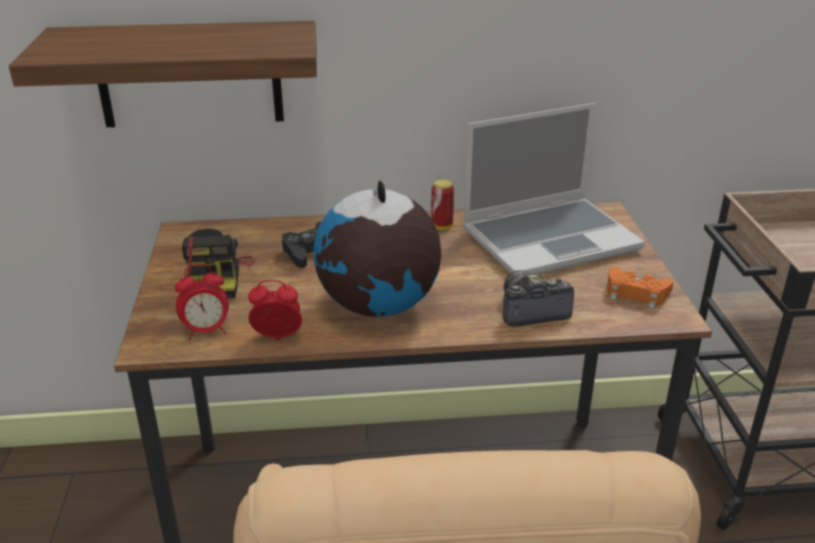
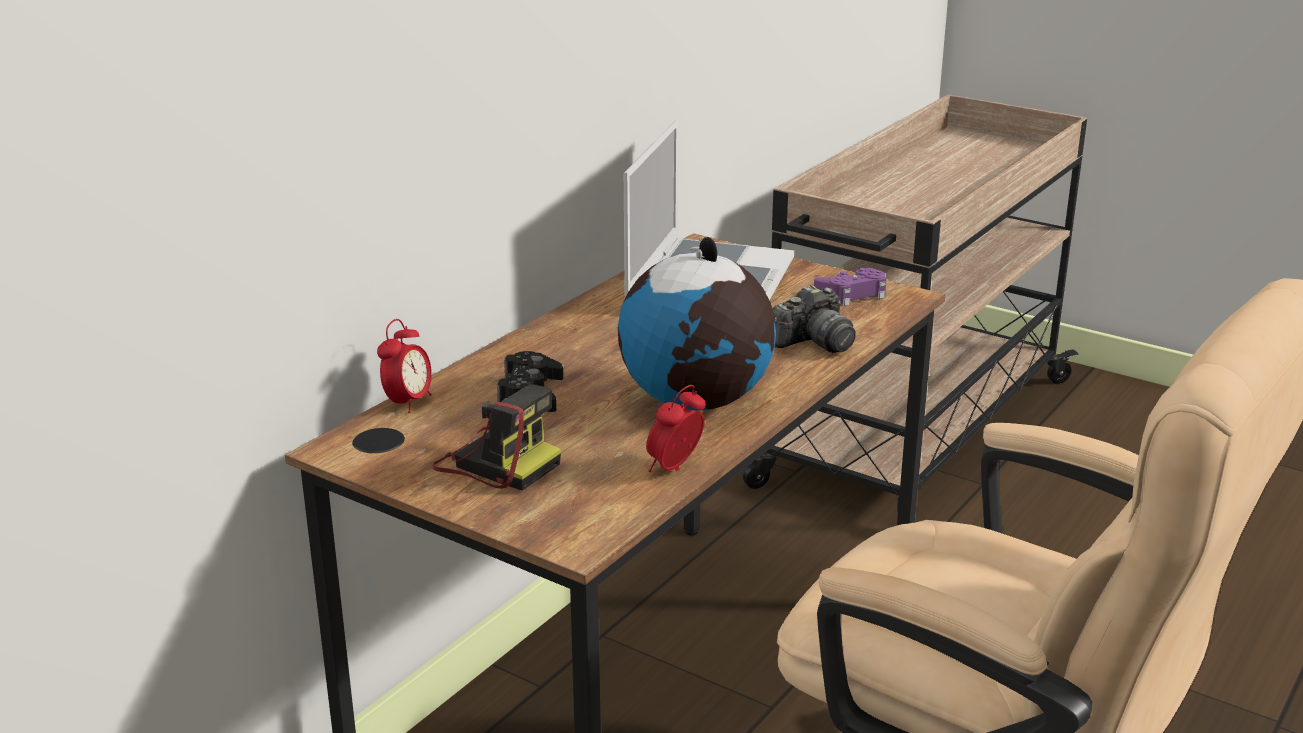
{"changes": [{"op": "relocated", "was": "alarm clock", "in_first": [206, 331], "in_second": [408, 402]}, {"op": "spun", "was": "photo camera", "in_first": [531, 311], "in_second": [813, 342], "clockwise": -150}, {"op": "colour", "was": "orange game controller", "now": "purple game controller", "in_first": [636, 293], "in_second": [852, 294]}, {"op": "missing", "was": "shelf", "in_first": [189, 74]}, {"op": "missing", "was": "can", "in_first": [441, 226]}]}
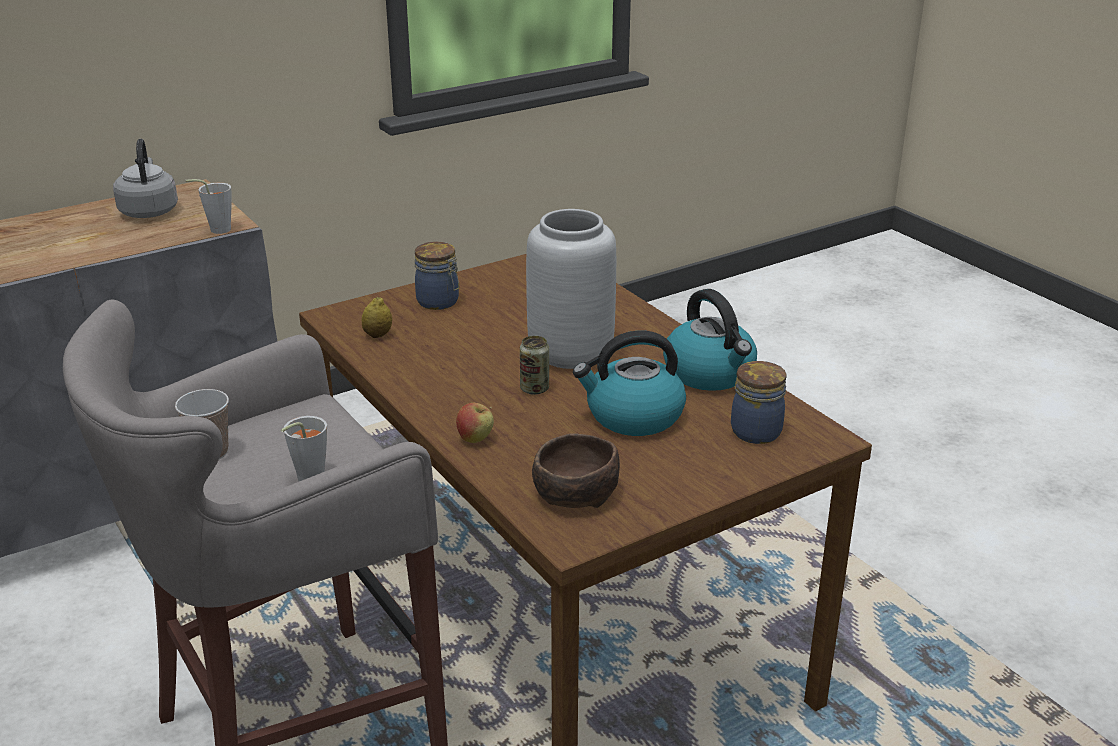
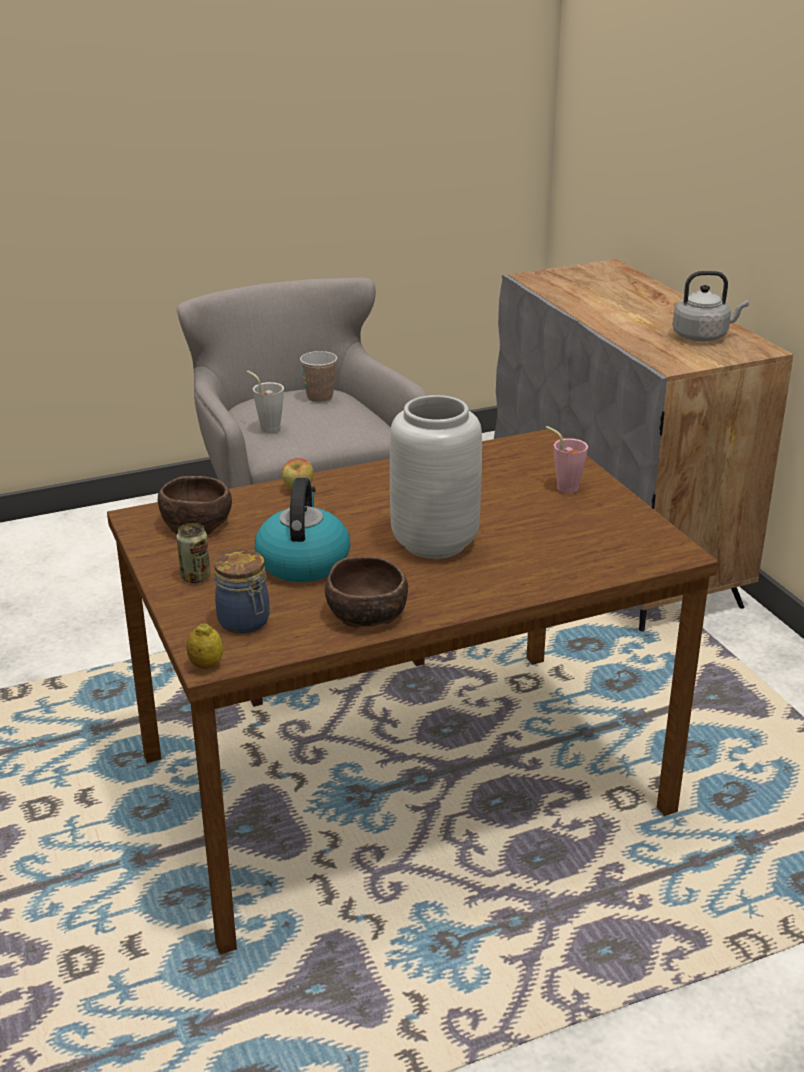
{"changes": [{"op": "relocated", "was": "can", "in_first": [534, 389], "in_second": [195, 577]}, {"op": "relocated", "was": "lemon", "in_first": [378, 335], "in_second": [206, 665]}, {"op": "exchanged", "was": "kettle", "now": "brown bowl", "in_first": [710, 373], "in_second": [368, 614]}, {"op": "exchanged", "was": "jar", "now": "pink cup", "in_first": [439, 302], "in_second": [563, 486]}, {"op": "missing", "was": "grey cup", "in_first": [215, 230]}]}
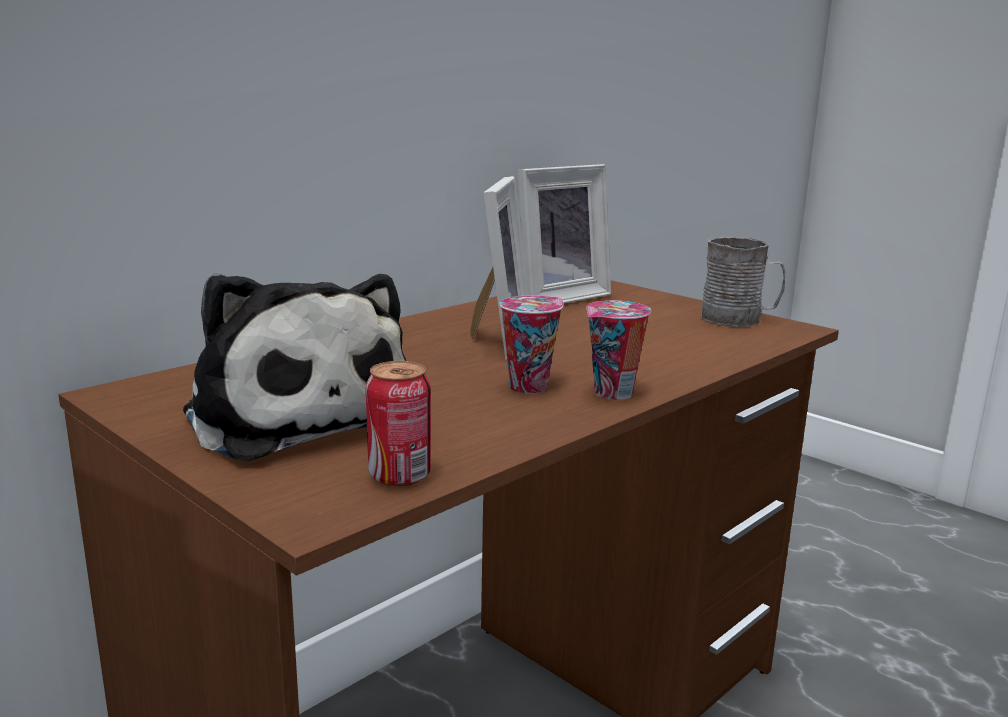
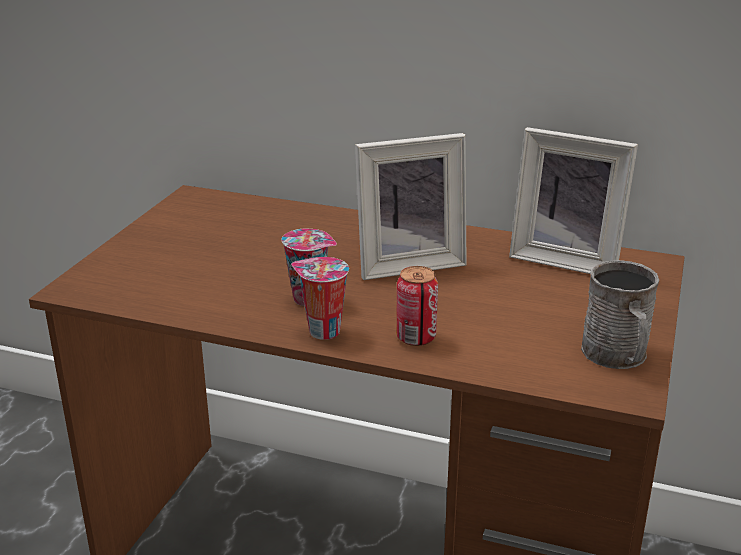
{"changes": [{"op": "relocated", "was": "can", "in_first": [399, 476], "in_second": [416, 338]}, {"op": "missing", "was": "plush toy", "in_first": [293, 415]}]}
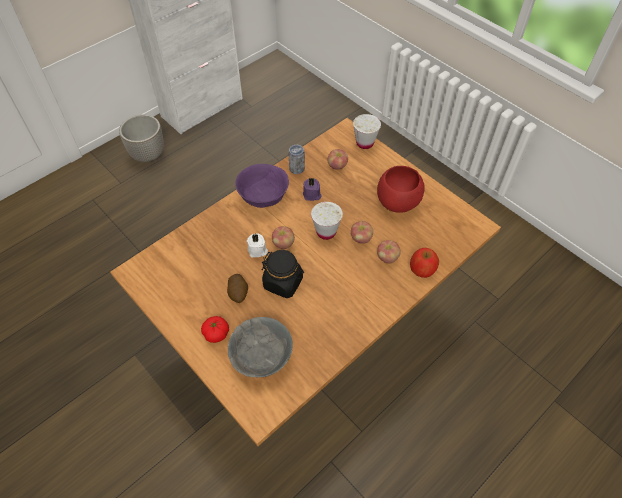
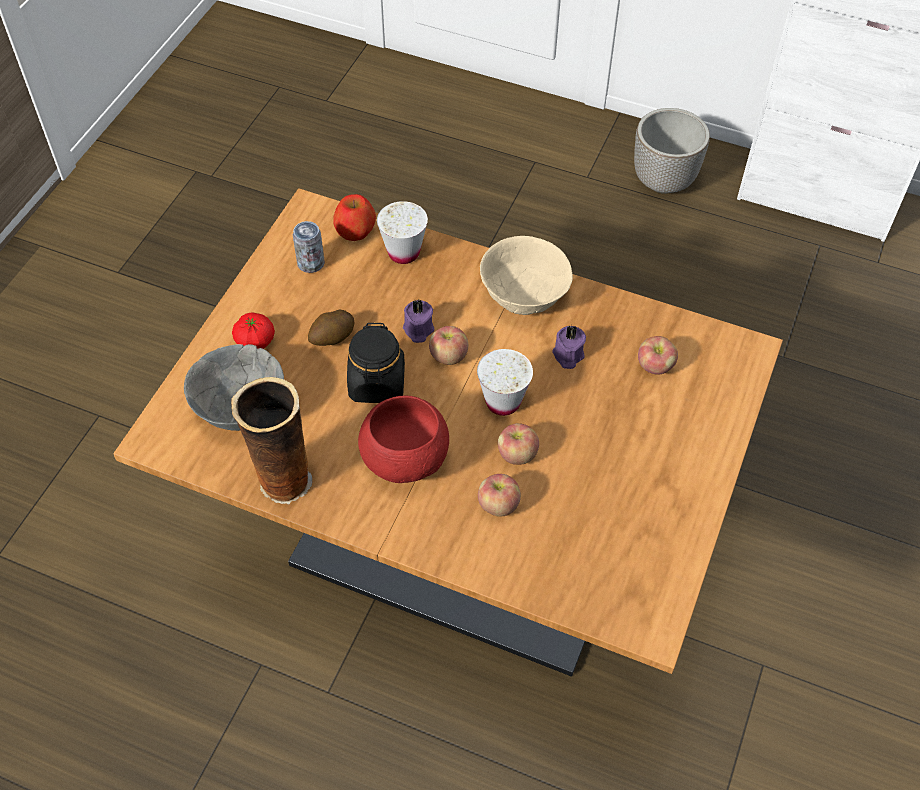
{"changes": [{"op": "appeared", "now": "vase", "in_second": [282, 481]}, {"op": "relocated", "was": "can", "in_first": [297, 169], "in_second": [311, 263]}, {"op": "relocated", "was": "apple", "in_first": [422, 269], "in_second": [355, 230]}, {"op": "relocated", "was": "red bowl", "in_first": [398, 202], "in_second": [405, 461]}, {"op": "relocated", "was": "white cup", "in_first": [364, 143], "in_second": [403, 253]}, {"op": "colour", "was": "white candle", "now": "purple candle", "in_first": [257, 251], "in_second": [418, 330]}, {"op": "colour", "was": "purple bowl", "now": "beige bowl", "in_first": [263, 197], "in_second": [525, 296]}]}
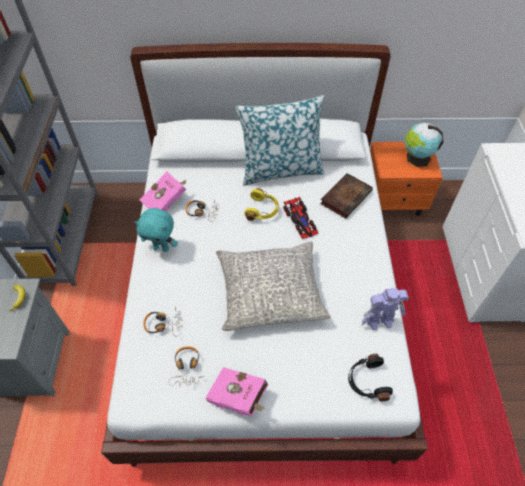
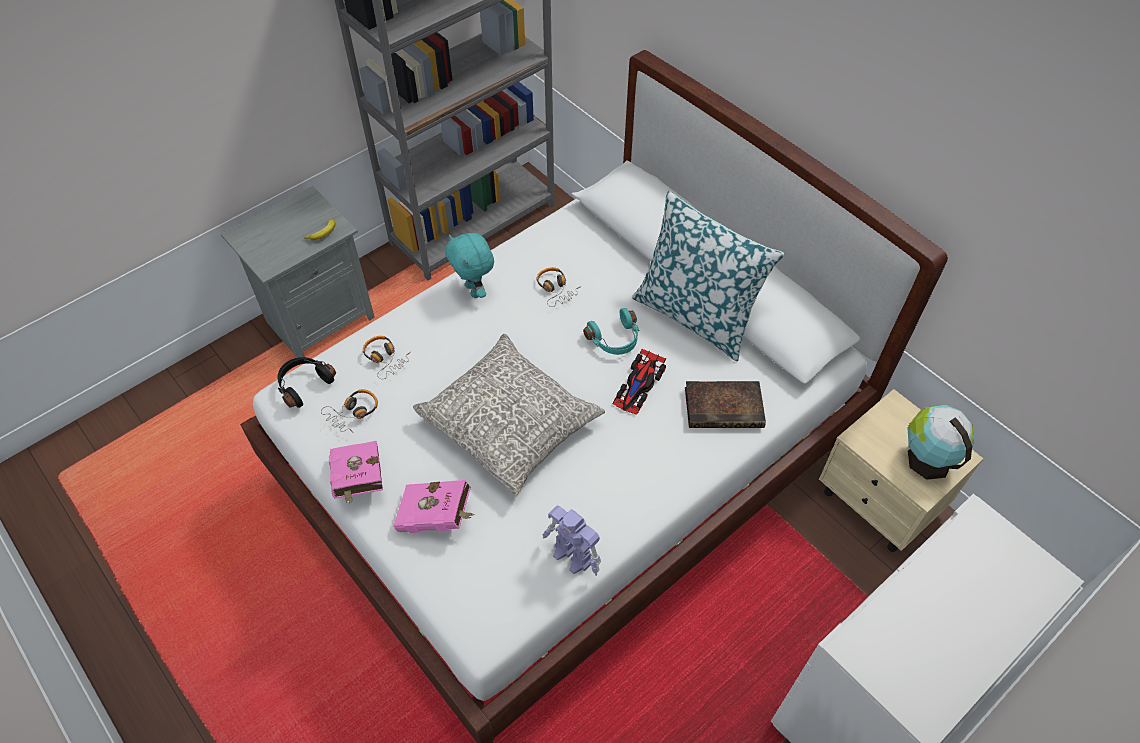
{"changes": [{"op": "relocated", "was": "black headphones", "in_first": [367, 381], "in_second": [304, 384]}, {"op": "relocated", "was": "pink book", "in_first": [166, 201], "in_second": [437, 517]}, {"op": "colour", "was": "yellow headphones", "now": "turquoise headphones", "in_first": [262, 210], "in_second": [615, 340]}, {"op": "colour", "was": "orange nightstand", "now": "beige nightstand", "in_first": [393, 201], "in_second": [879, 503]}]}
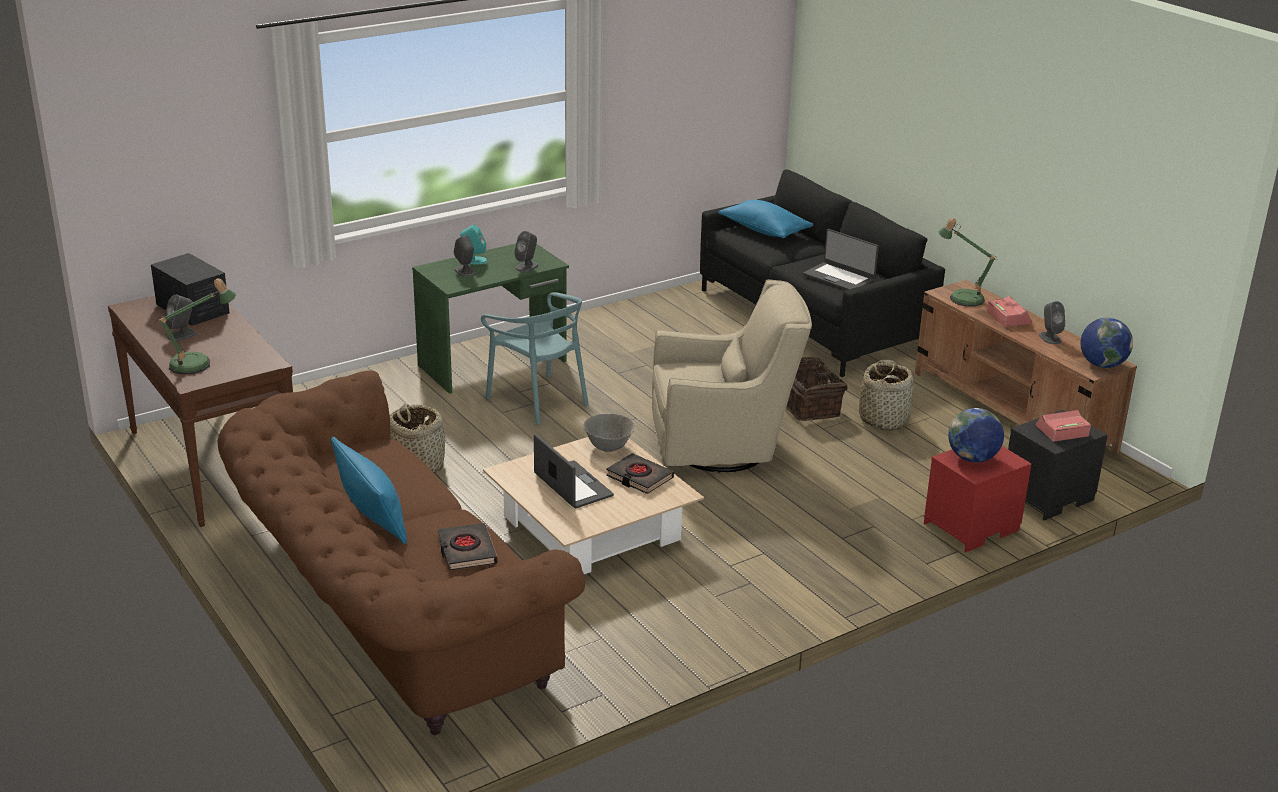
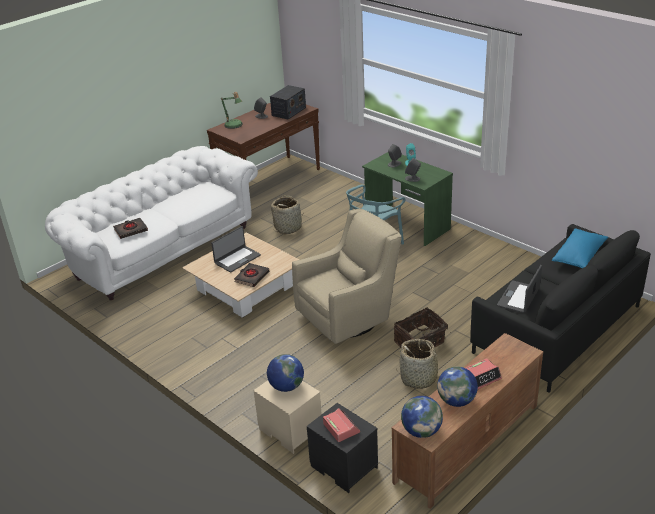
{"changes": [{"op": "colour", "was": "brown sofa", "now": "white sofa", "in_first": [385, 615], "in_second": [160, 249]}, {"op": "colour", "was": "red nightstand", "now": "beige nightstand", "in_first": [971, 528], "in_second": [289, 430]}, {"op": "spun", "was": "beige armchair", "in_first": [724, 447], "in_second": [349, 317], "clockwise": -105}, {"op": "exchanged", "was": "grey speaker", "now": "globe", "in_first": [1050, 338], "in_second": [456, 401]}, {"op": "missing", "was": "blue pillow", "in_first": [372, 515]}, {"op": "missing", "was": "grey bowl", "in_first": [608, 447]}, {"op": "missing", "was": "table lamp", "in_first": [962, 297]}]}
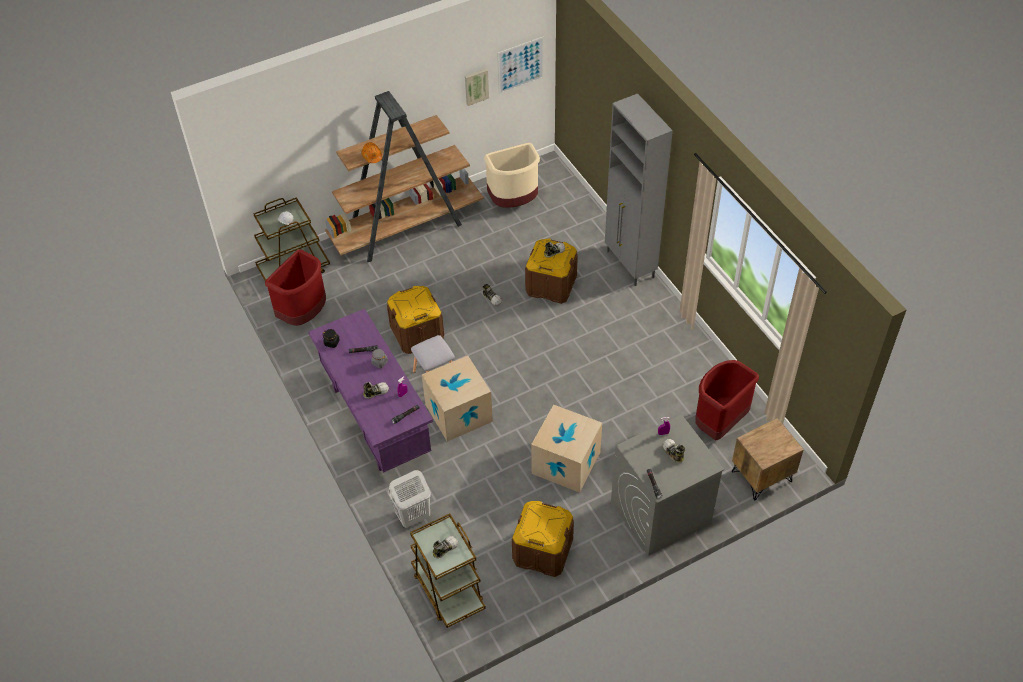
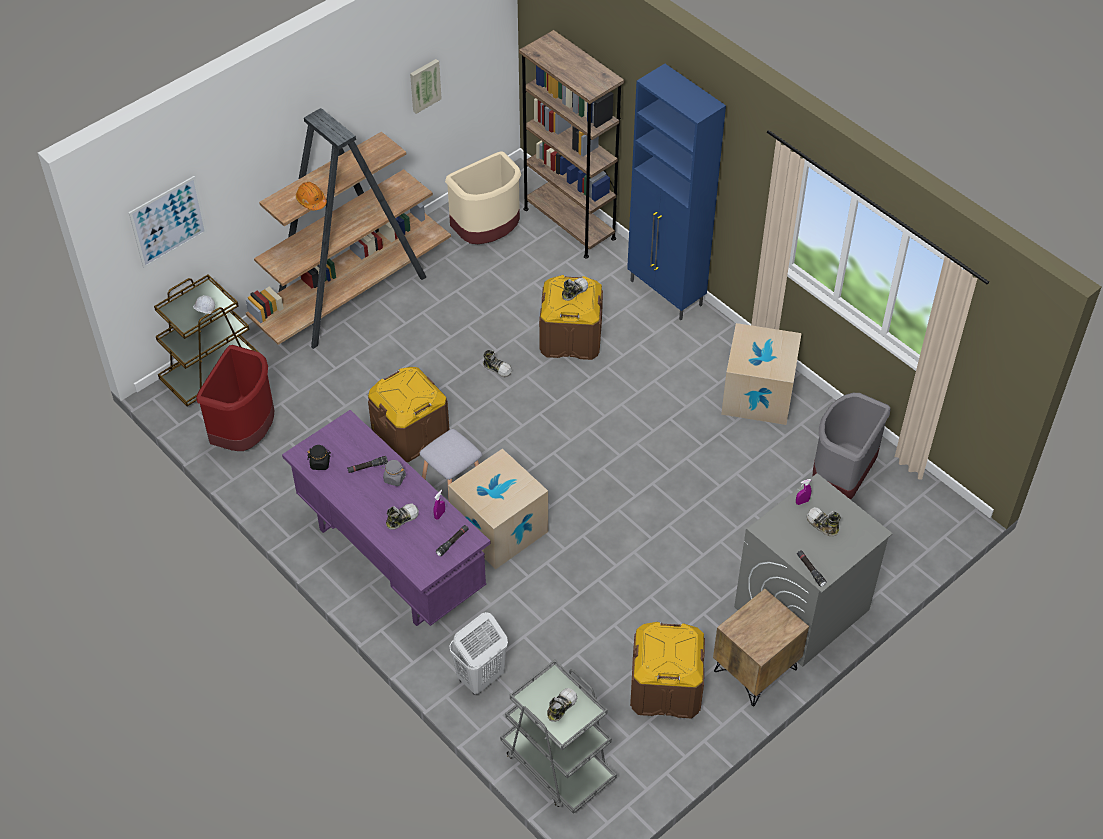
{"changes": [{"op": "relocated", "was": "picture", "in_first": [520, 65], "in_second": [168, 221]}, {"op": "colour", "was": "brown cart", "now": "grey cart", "in_first": [448, 590], "in_second": [557, 764]}, {"op": "appeared", "now": "brown bookcase", "in_second": [569, 223]}, {"op": "colour", "was": "grey cabinet", "now": "blue cabinet", "in_first": [630, 265], "in_second": [666, 294]}, {"op": "relocated", "was": "brown nightstand", "in_first": [761, 477], "in_second": [755, 671]}, {"op": "relocated", "was": "cardboard box", "in_first": [566, 463], "in_second": [758, 395]}, {"op": "colour", "was": "red trash can", "now": "grey trash can", "in_first": [719, 423], "in_second": [841, 479]}]}
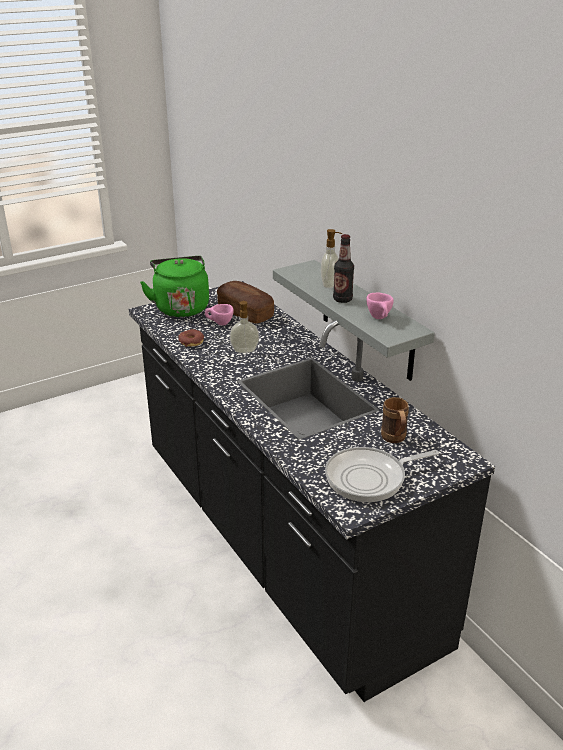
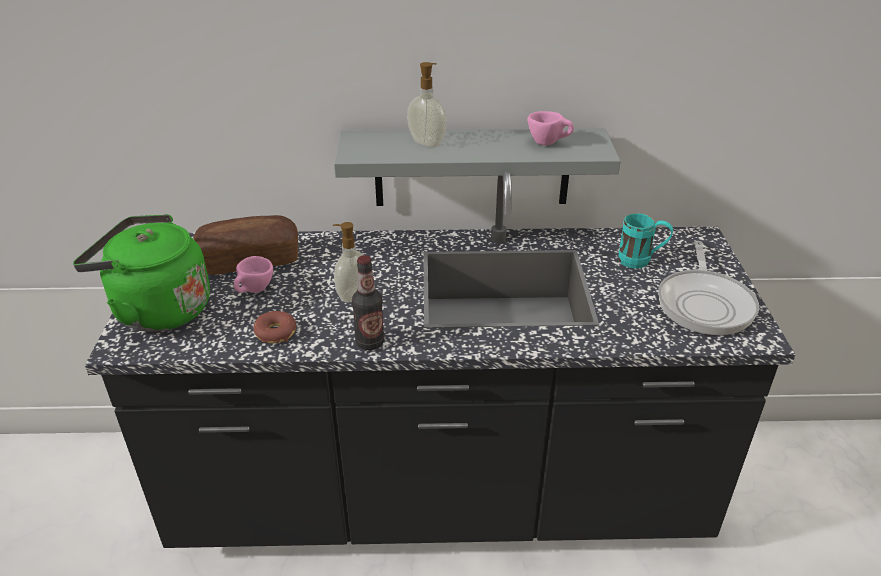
{"changes": [{"op": "relocated", "was": "bottle", "in_first": [342, 299], "in_second": [370, 342]}, {"op": "colour", "was": "brown mug", "now": "turquoise mug", "in_first": [394, 440], "in_second": [641, 262]}]}
